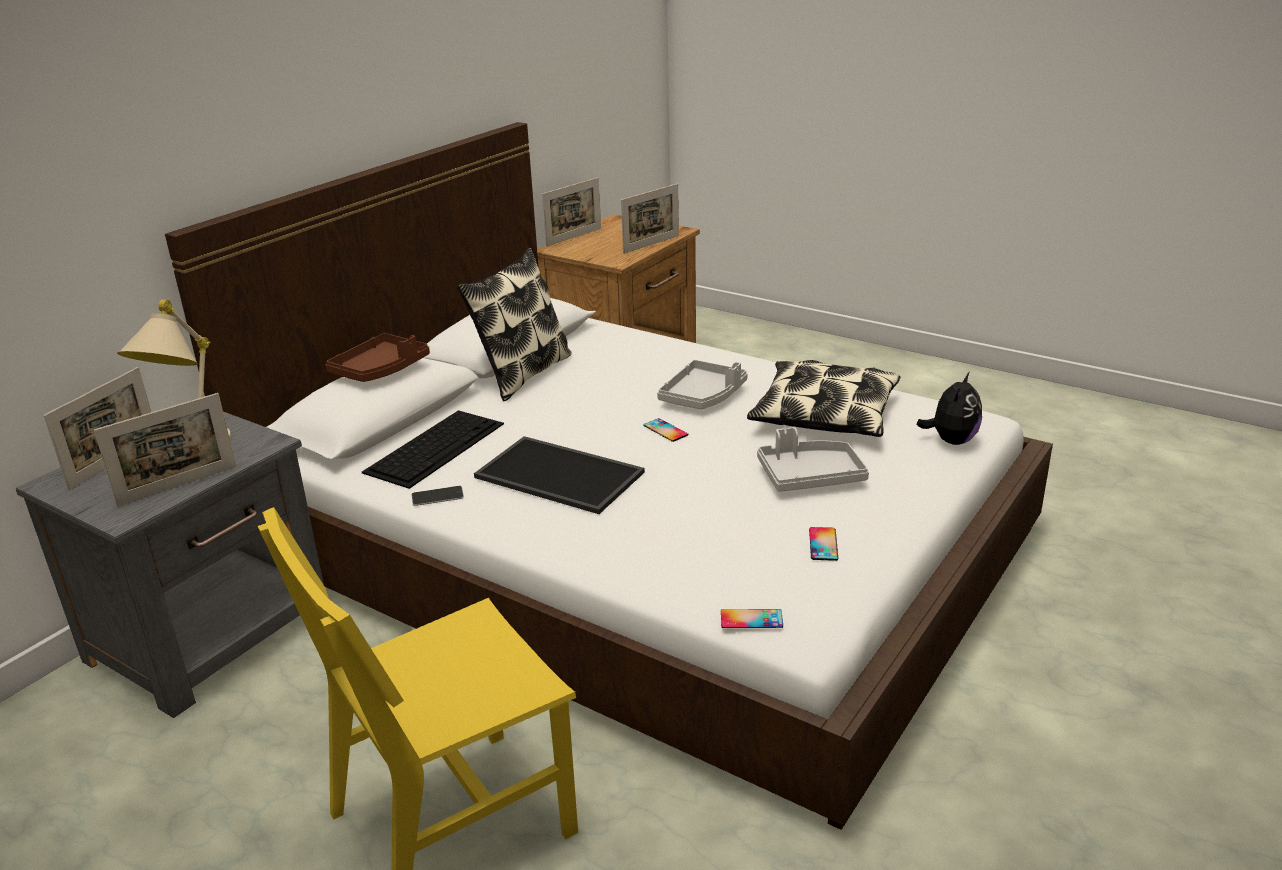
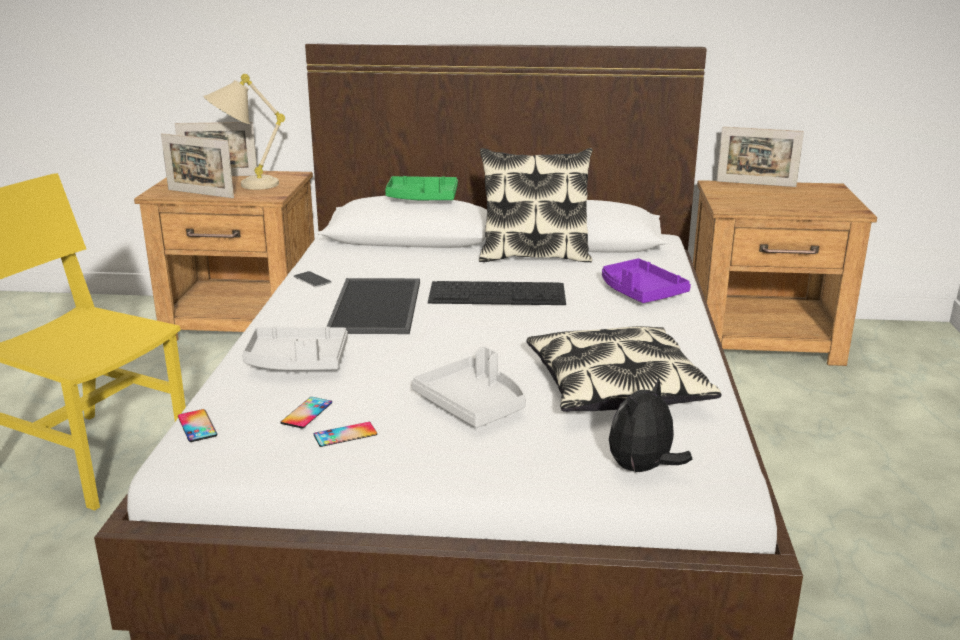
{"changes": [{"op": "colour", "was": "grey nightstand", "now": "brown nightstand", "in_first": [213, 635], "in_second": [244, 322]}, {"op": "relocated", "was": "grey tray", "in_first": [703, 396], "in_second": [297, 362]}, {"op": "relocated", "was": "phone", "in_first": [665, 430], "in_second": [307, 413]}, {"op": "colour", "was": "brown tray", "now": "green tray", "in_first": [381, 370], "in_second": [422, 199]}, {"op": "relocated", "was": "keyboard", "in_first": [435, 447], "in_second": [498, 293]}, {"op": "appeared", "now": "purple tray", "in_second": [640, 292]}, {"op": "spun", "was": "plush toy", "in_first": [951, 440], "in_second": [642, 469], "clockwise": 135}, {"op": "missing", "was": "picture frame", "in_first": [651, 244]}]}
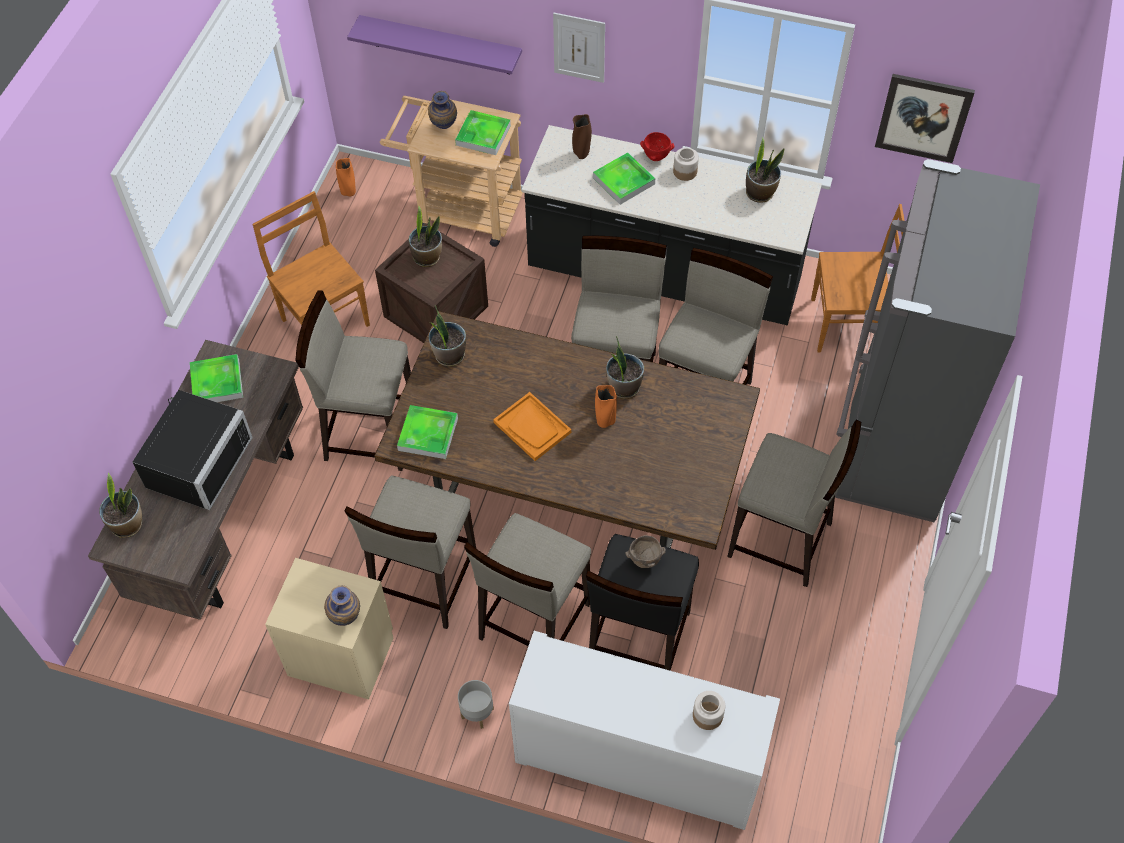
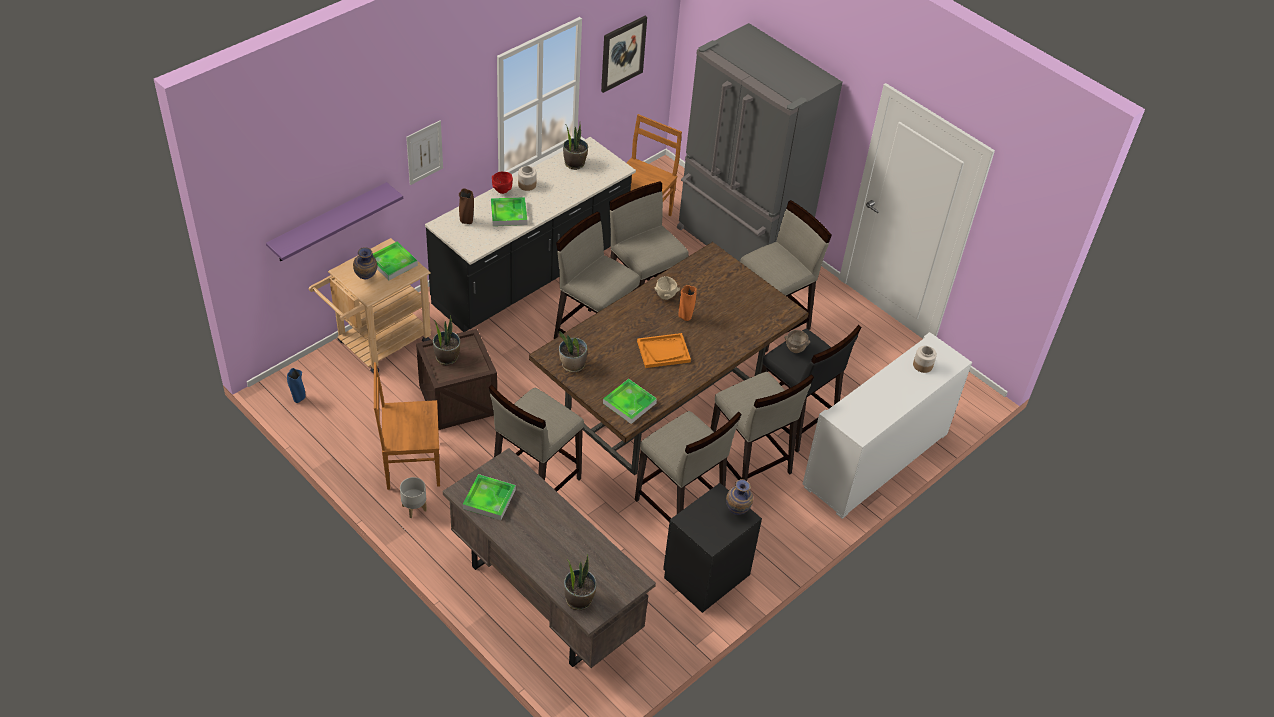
{"changes": [{"op": "colour", "was": "orange vase", "now": "blue vase", "in_first": [348, 193], "in_second": [298, 399]}, {"op": "relocated", "was": "grey planter", "in_first": [477, 713], "in_second": [414, 508]}, {"op": "exchanged", "was": "potted plant", "now": "beige bowl", "in_first": [624, 387], "in_second": [665, 297]}, {"op": "colour", "was": "beige nightstand", "now": "black nightstand", "in_first": [341, 654], "in_second": [705, 575]}, {"op": "missing", "was": "black microwave", "in_first": [193, 461]}]}
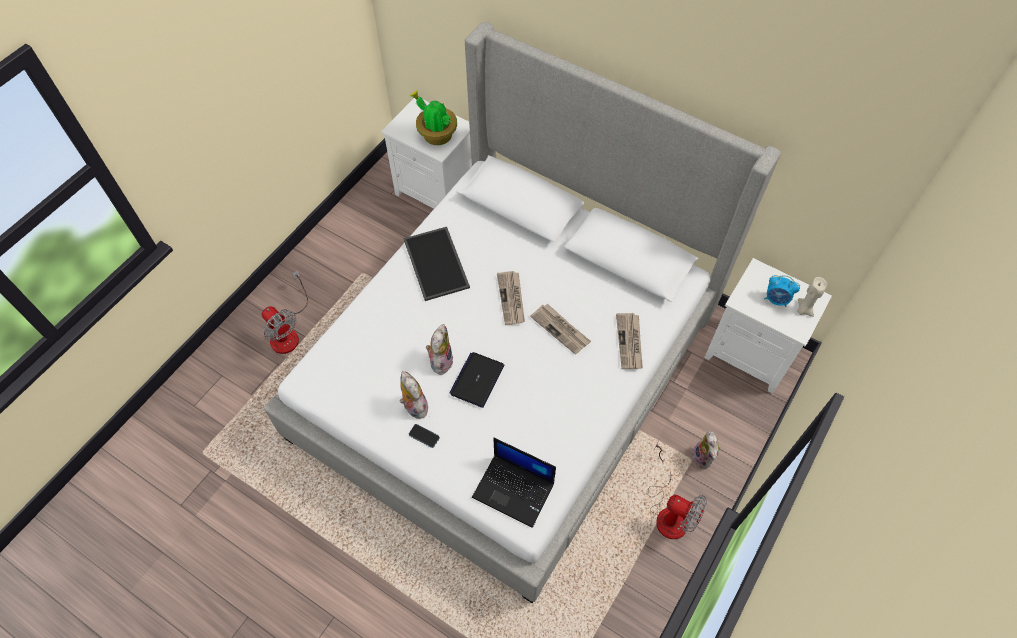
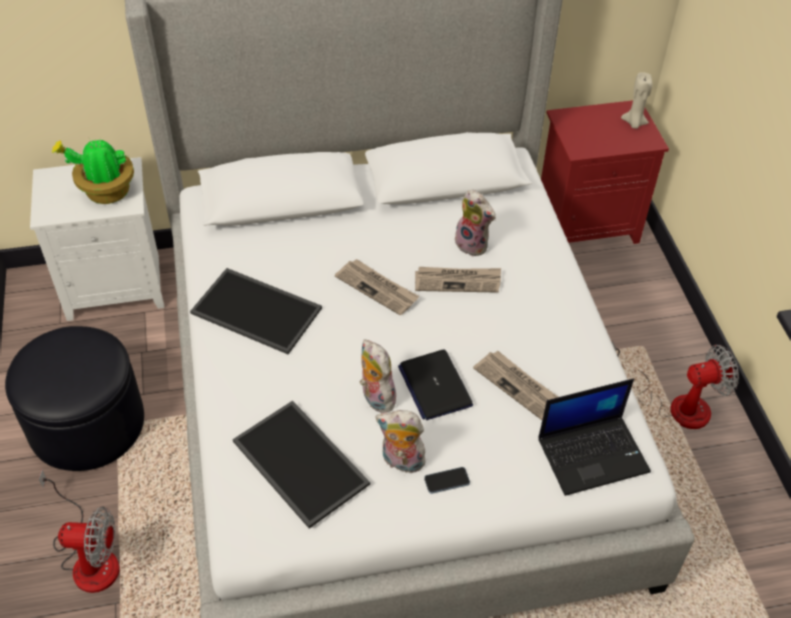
{"changes": [{"op": "appeared", "now": "black ottoman", "in_second": [87, 423]}, {"op": "appeared", "now": "tray", "in_second": [303, 462]}, {"op": "relocated", "was": "plush toy", "in_first": [703, 458], "in_second": [473, 244]}, {"op": "relocated", "was": "newspaper", "in_first": [630, 342], "in_second": [518, 386]}, {"op": "colour", "was": "white nightstand", "now": "red nightstand", "in_first": [751, 354], "in_second": [587, 223]}, {"op": "missing", "was": "alarm clock", "in_first": [776, 299]}]}
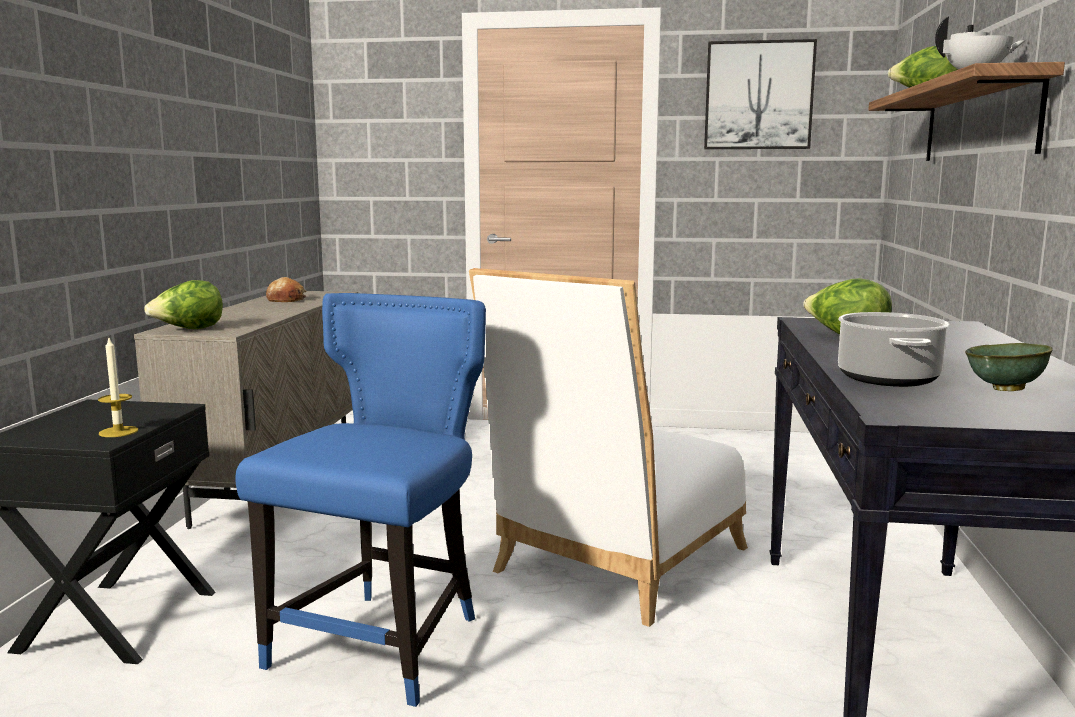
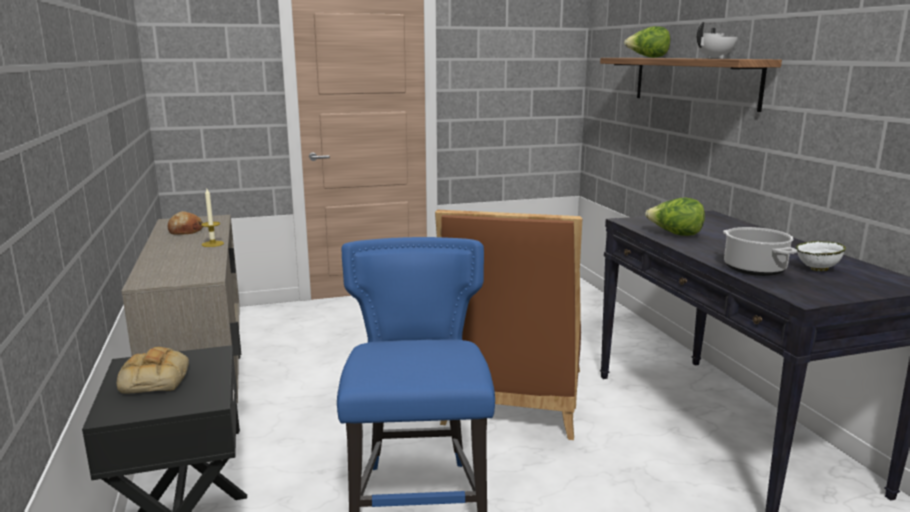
{"changes": [{"op": "appeared", "now": "bread", "in_second": [154, 379]}, {"op": "relocated", "was": "candle", "in_first": [118, 432], "in_second": [212, 244]}, {"op": "colour", "was": "white chair", "now": "brown chair", "in_first": [613, 565], "in_second": [513, 401]}, {"op": "colour", "was": "green bowl", "now": "white bowl", "in_first": [1005, 390], "in_second": [818, 270]}, {"op": "missing", "was": "lettuce", "in_first": [189, 330]}, {"op": "missing", "was": "picture", "in_first": [758, 95]}]}
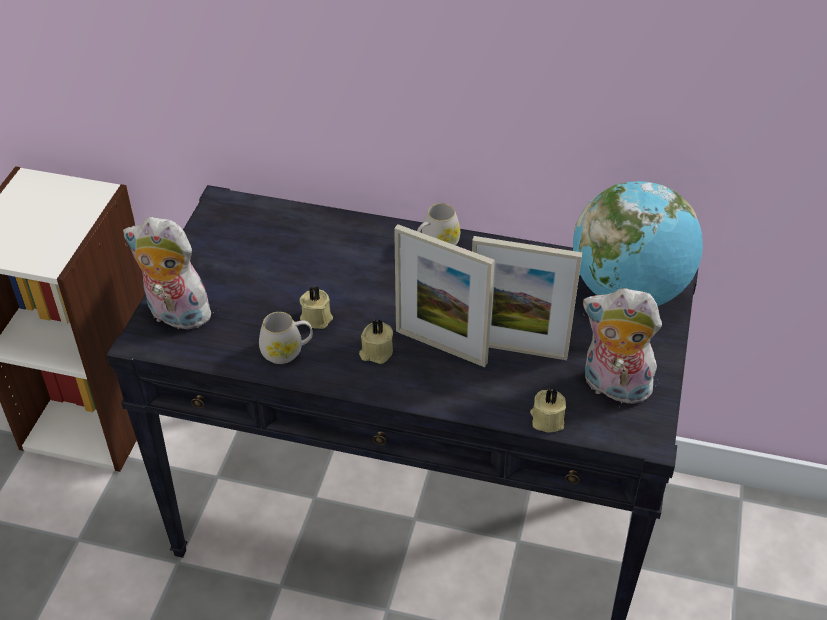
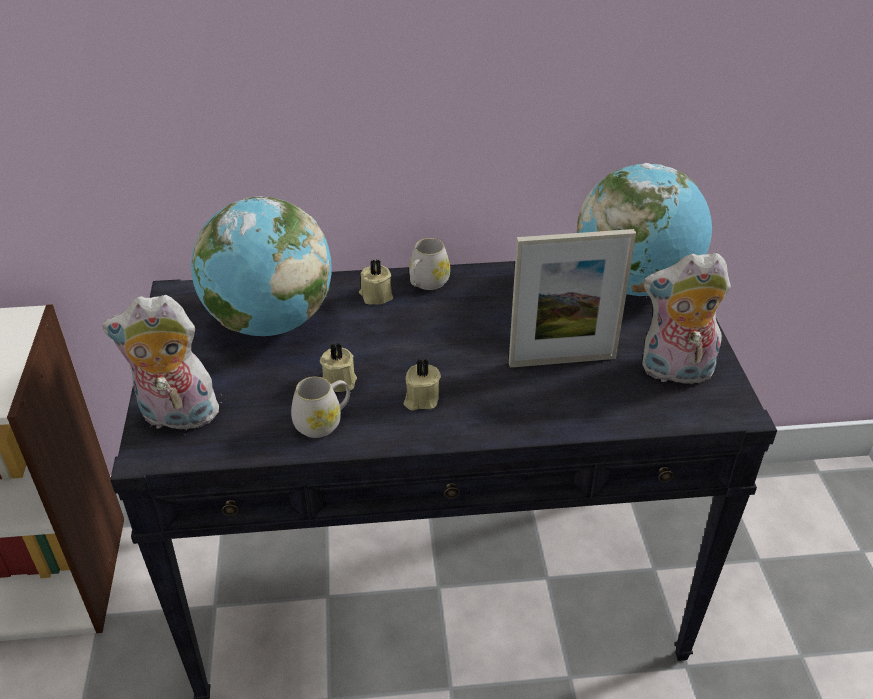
{"changes": [{"op": "appeared", "now": "globe", "in_second": [269, 322]}, {"op": "relocated", "was": "beige candle", "in_first": [547, 419], "in_second": [375, 295]}, {"op": "missing", "was": "picture frame", "in_first": [441, 347]}]}
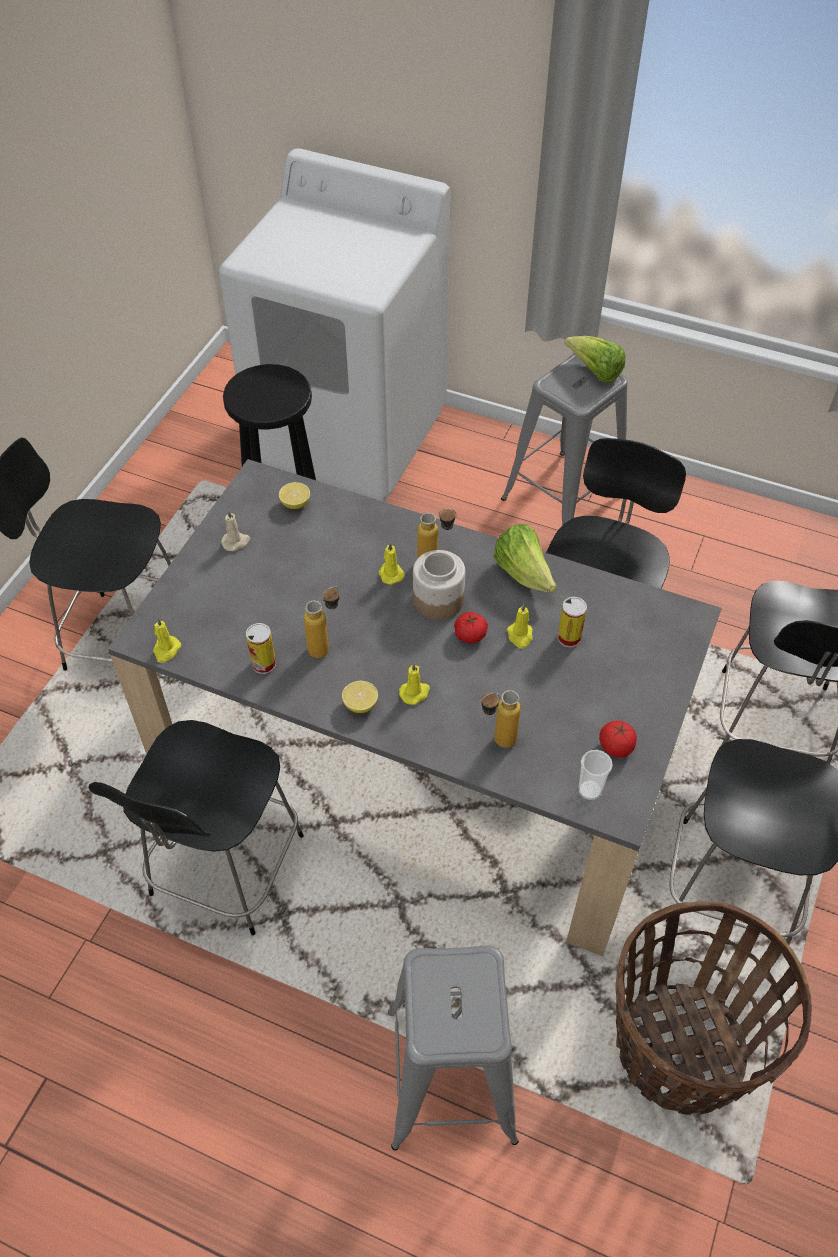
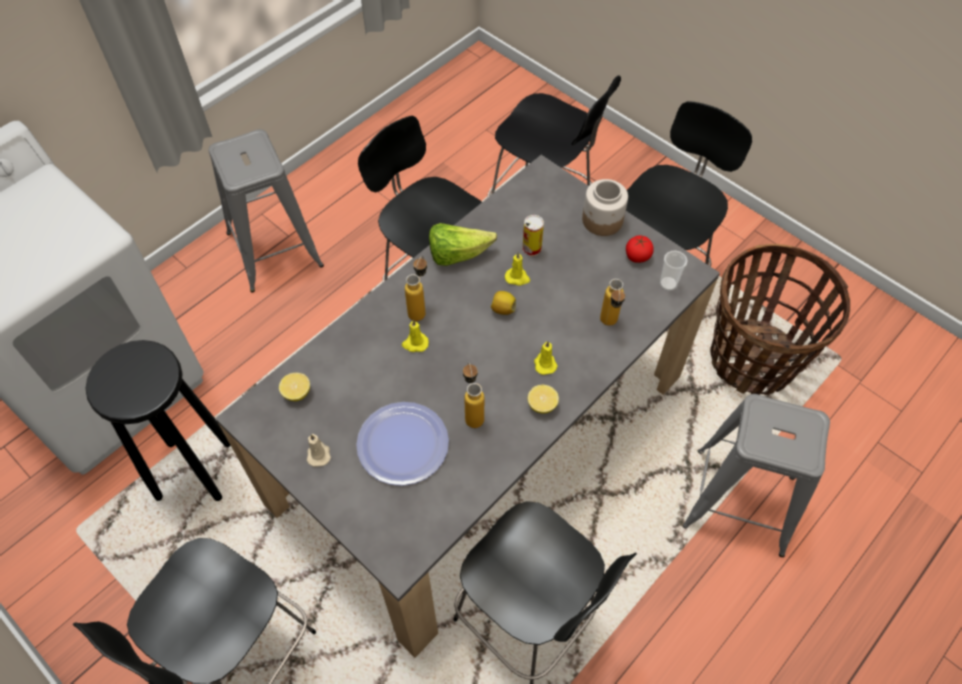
{"changes": [{"op": "appeared", "now": "plate", "in_second": [402, 444]}, {"op": "exchanged", "was": "tomato", "now": "lemon", "in_first": [470, 635], "in_second": [503, 309]}, {"op": "relocated", "was": "jar", "in_first": [437, 600], "in_second": [602, 221]}, {"op": "missing", "was": "yellow candle", "in_first": [166, 650]}, {"op": "missing", "was": "can", "in_first": [264, 664]}, {"op": "missing", "was": "lettuce", "in_first": [595, 372]}]}
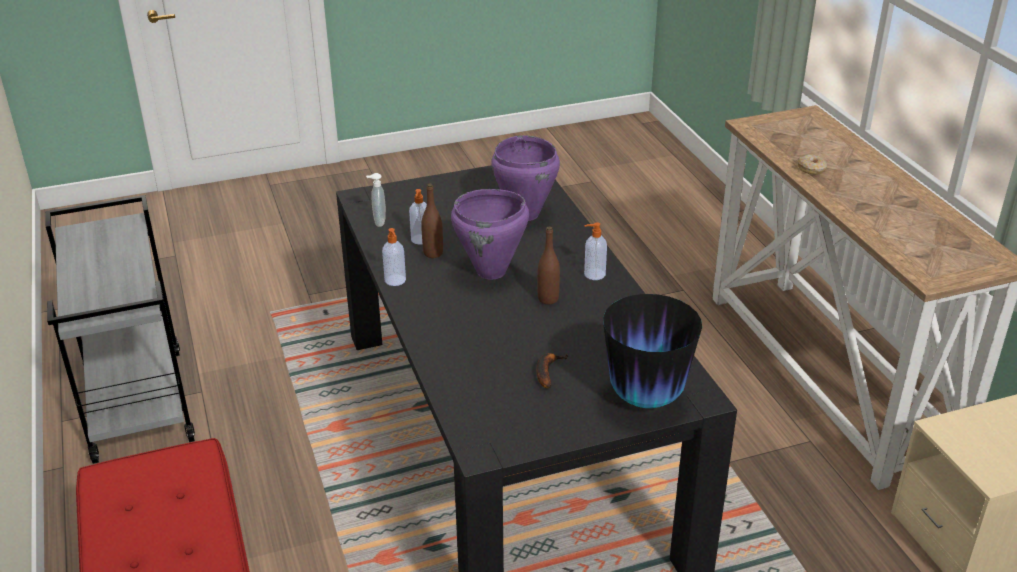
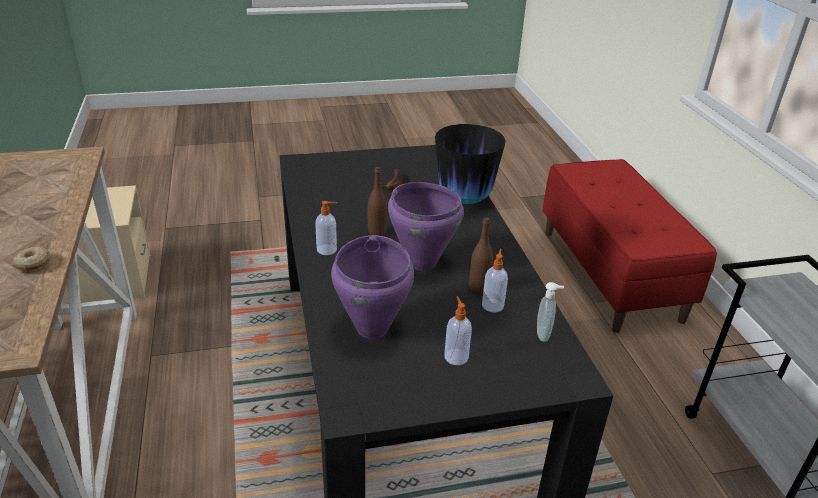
{"changes": [{"op": "relocated", "was": "vase", "in_first": [646, 397], "in_second": [464, 199]}, {"op": "relocated", "was": "soap dispenser", "in_first": [395, 280], "in_second": [456, 356]}]}
